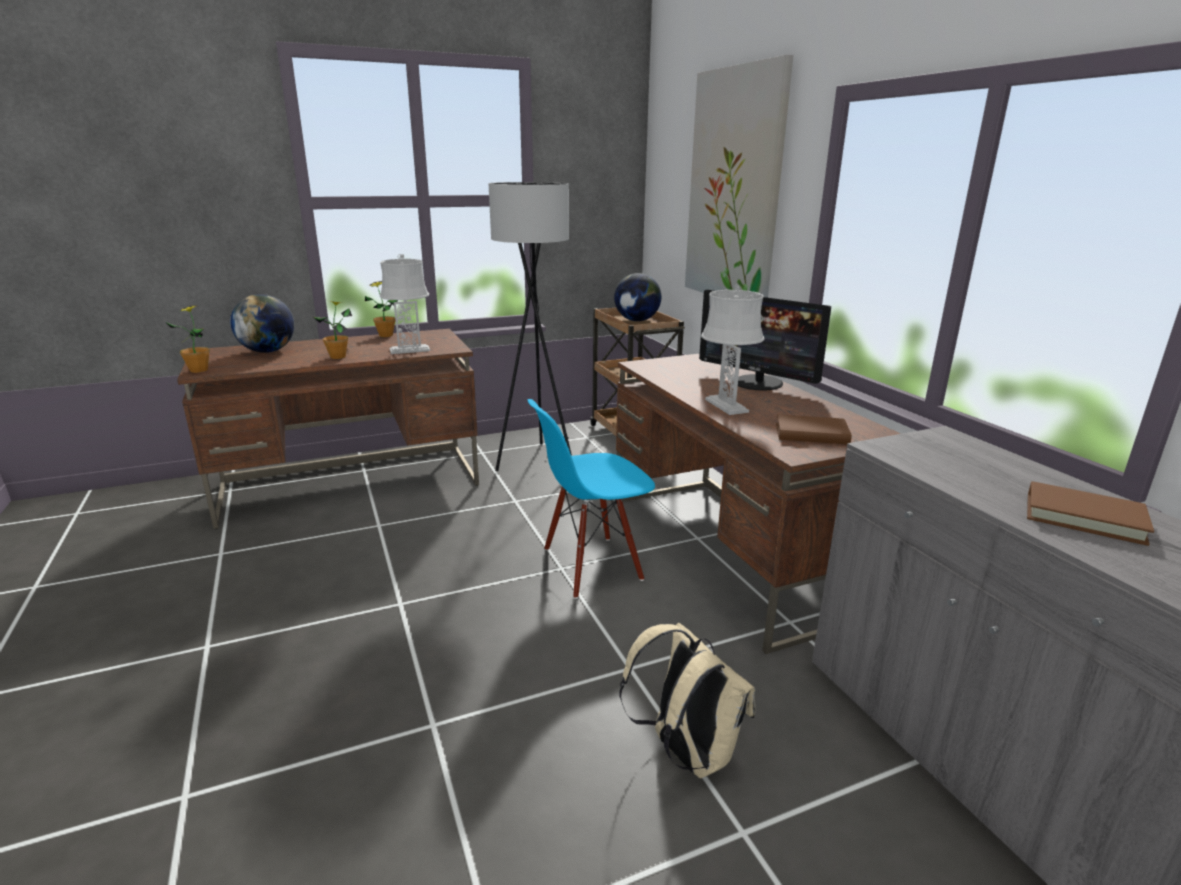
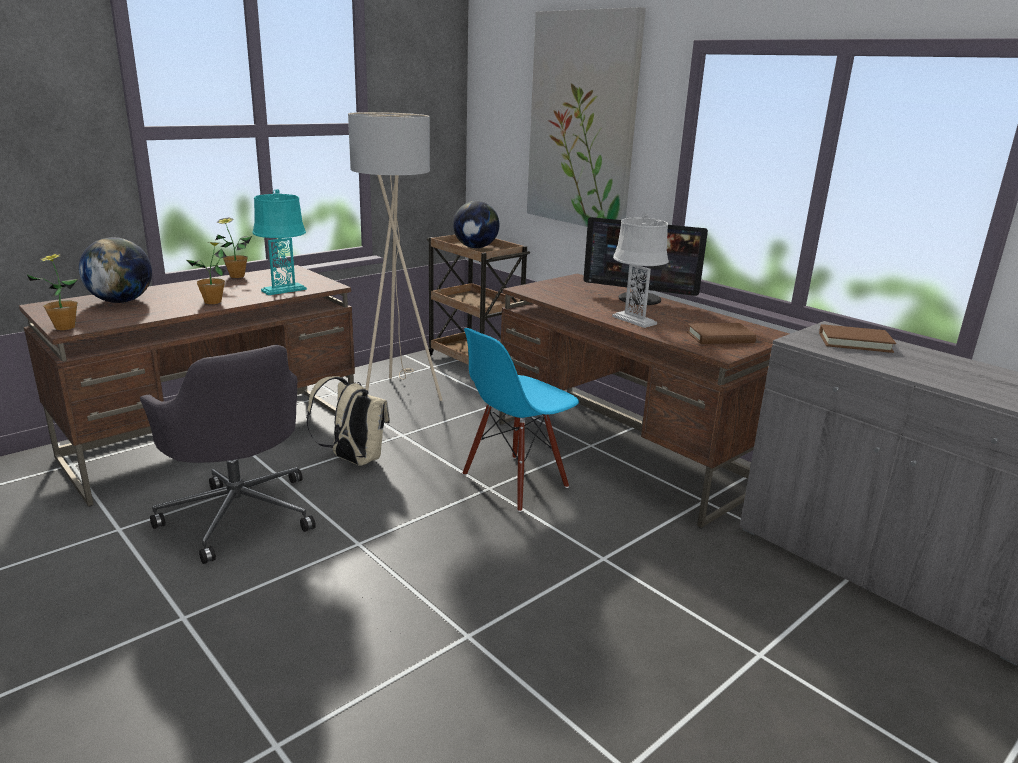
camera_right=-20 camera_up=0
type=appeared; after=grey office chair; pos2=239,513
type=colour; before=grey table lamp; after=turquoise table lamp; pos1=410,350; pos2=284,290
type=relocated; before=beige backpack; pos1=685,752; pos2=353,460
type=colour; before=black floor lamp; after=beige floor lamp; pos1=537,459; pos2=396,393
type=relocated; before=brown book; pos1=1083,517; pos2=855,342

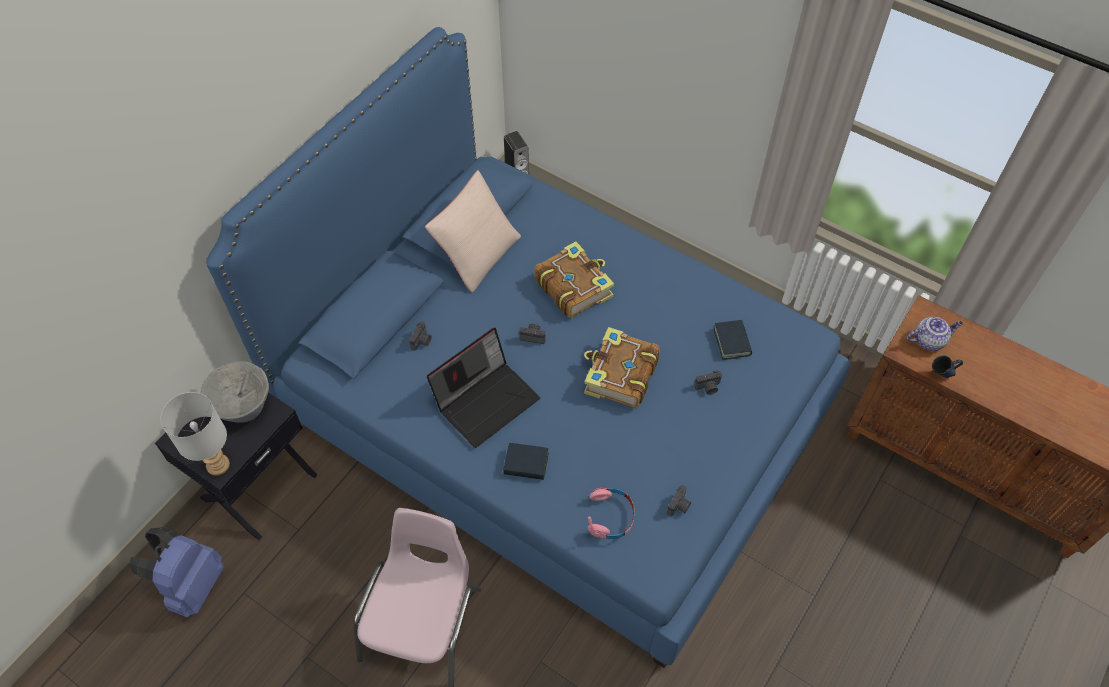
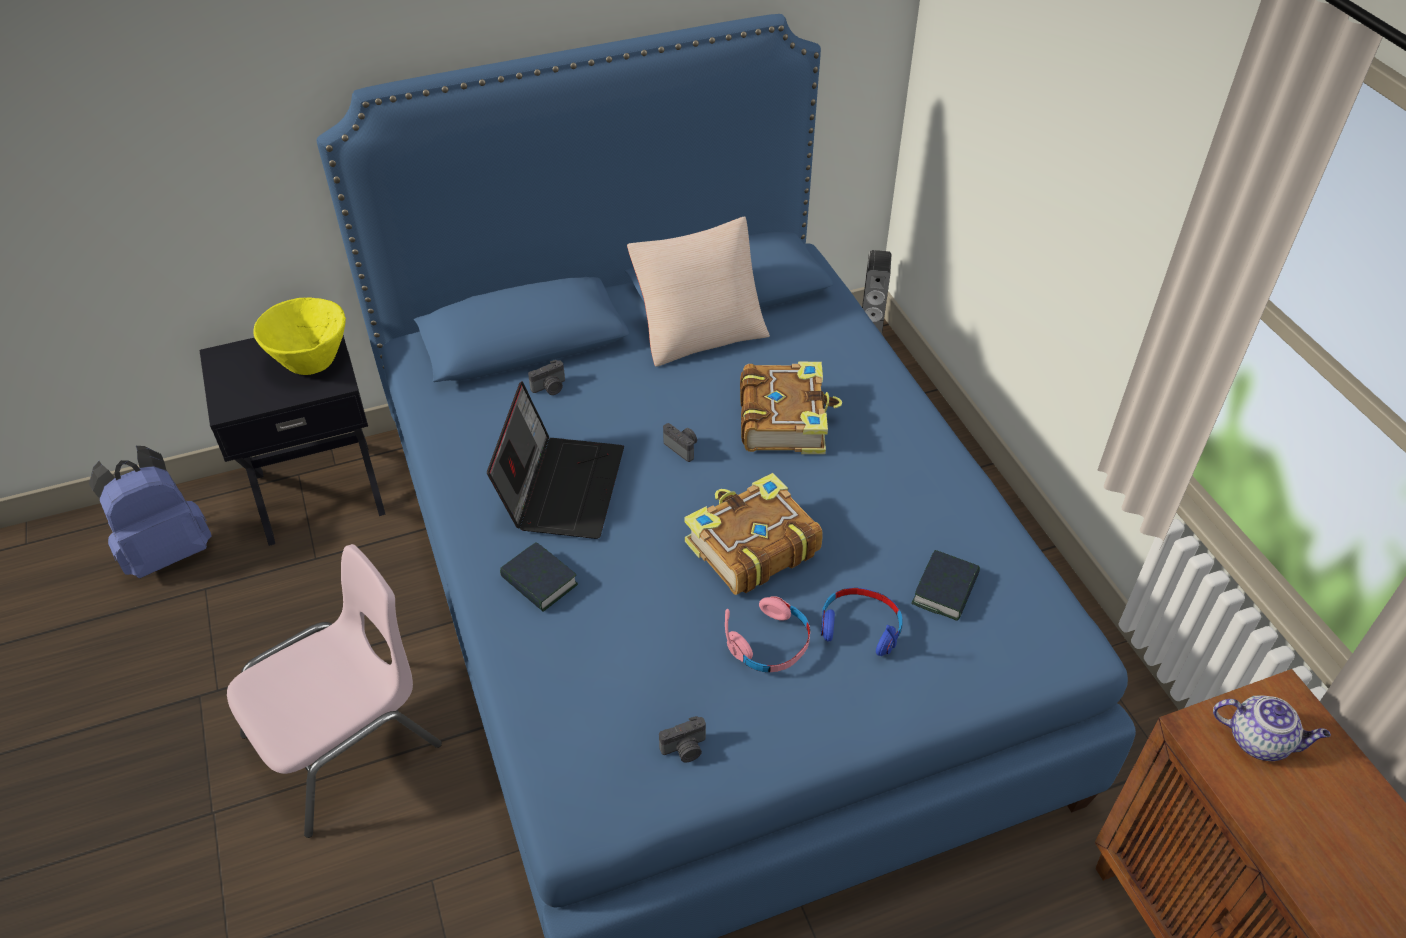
camera_right=35 camera_up=-10
type=colour; before=grey bowl; after=yellow bowl; pos1=244,408; pos2=311,361
type=spun; before=laptop; pos1=486,400; pos2=561,486; turn=-75
type=relocated; before=pink headphones; pos1=610,516; pos2=771,644
type=exchanged; before=photo camera; after=blue headphones; pos1=708,387; pos2=860,627
type=missing; before=grey table lamp; pos1=218,464
type=missing; before=blue mug; pos1=941,375

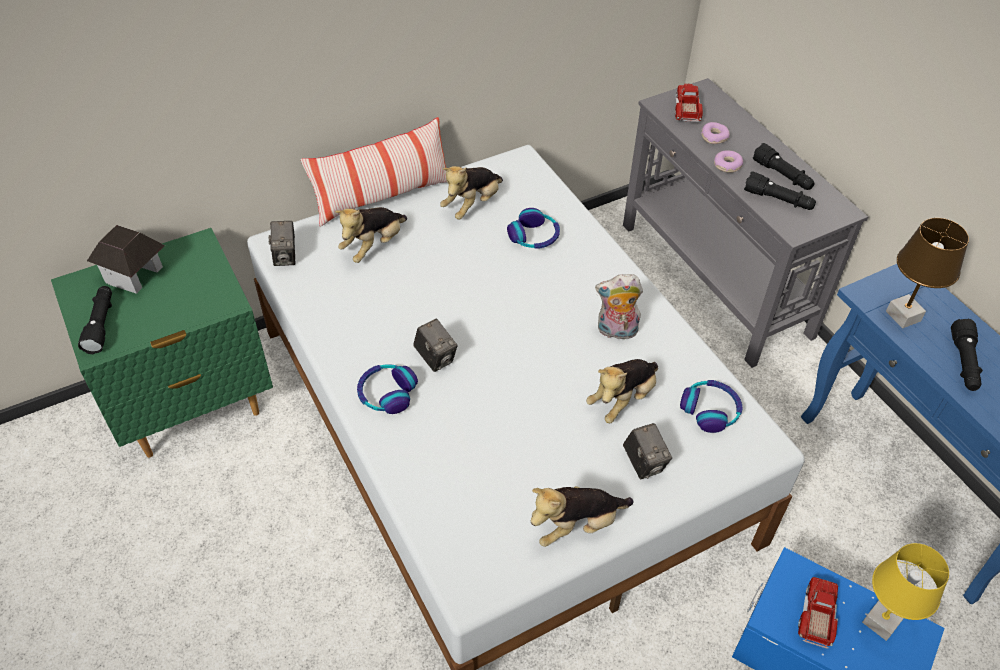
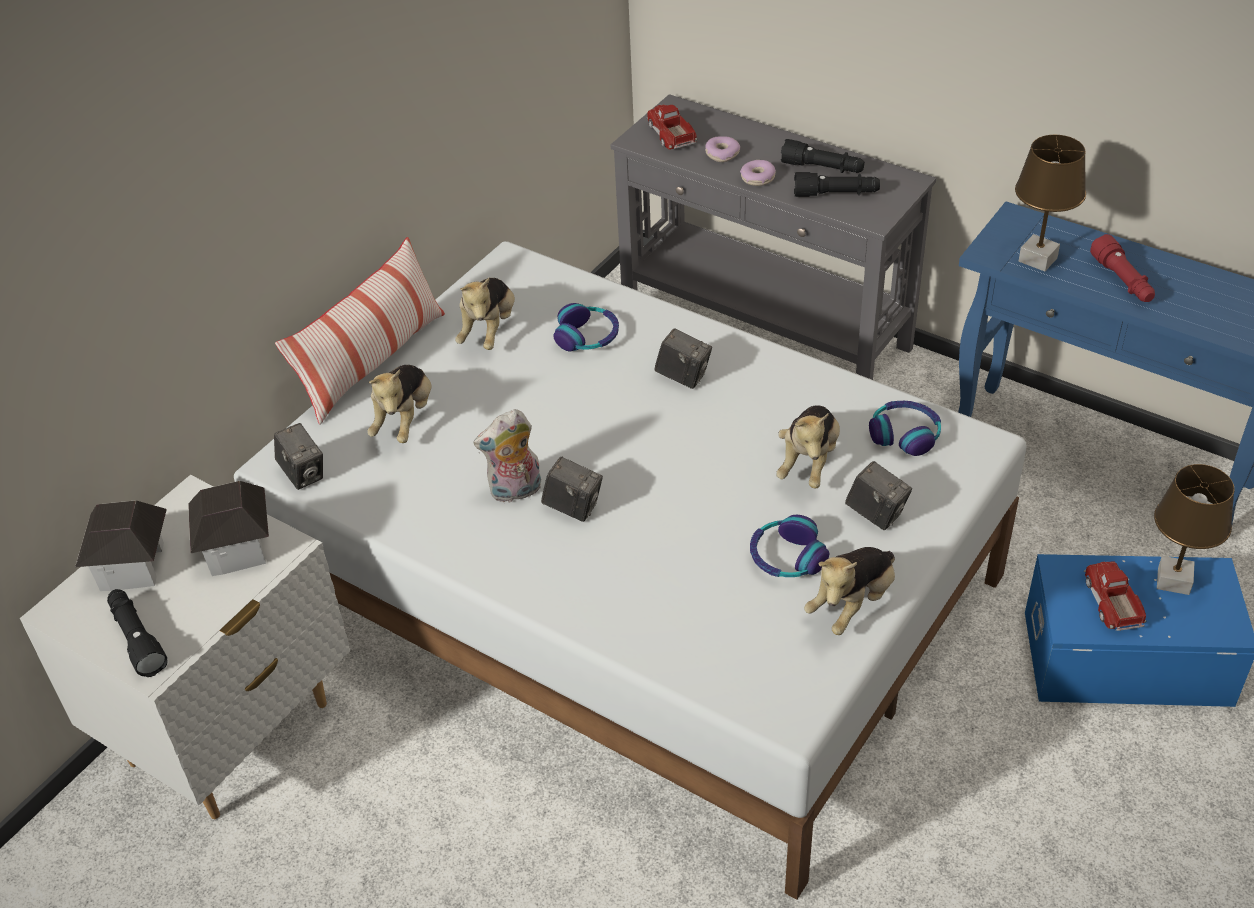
camera_right=-25 camera_up=-5
type=colour; before=green nightstand; after=white nightstand; pos1=193,406; pos2=231,734
type=appeared; after=toy house; pos2=237,549
type=relocated; before=plush toy; pos1=616,332; pos2=515,492
type=appeared; after=photo camera; pos2=683,376
type=relocated; before=headphones; pos1=387,393; pos2=787,557
type=colour; before=black flashlight; after=red flashlight; pos1=963,363; pos2=1122,281
type=colour; before=yellow table lamp; after=brown table lamp; pos1=881,623; pos2=1174,581

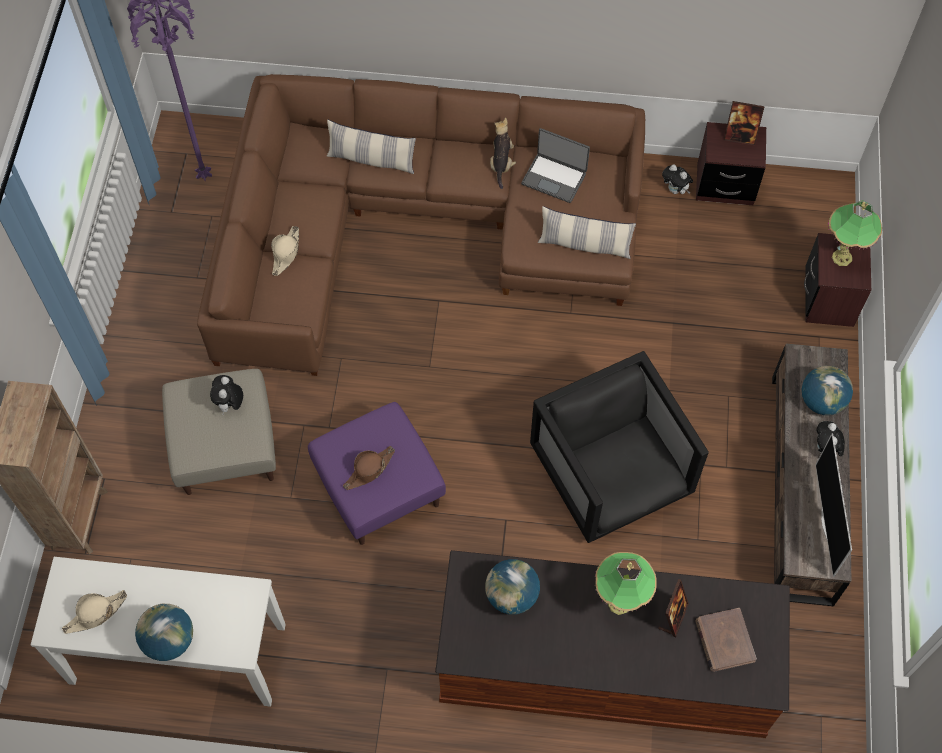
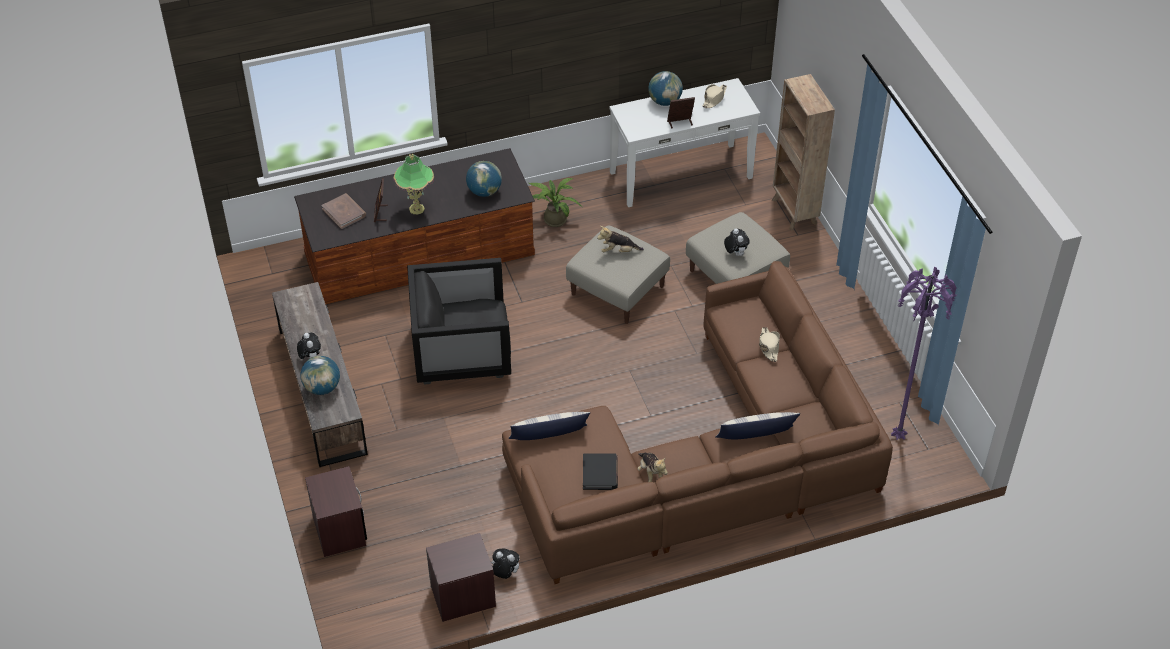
camera_right=155 camera_up=-15
type=spun; before=black armchair; pos1=611,474; pos2=462,351; turn=135
type=appeared; after=potted plant; pos2=553,218
type=colour; before=purple ottoman; after=beige ottoman; pos1=378,487; pos2=618,290
type=exchanged; before=laptop; after=black book; pos1=554,178; pos2=600,473
type=exchanged; before=brown hat; after=plush toy; pos1=369,470; pos2=618,251
type=relocated; before=picture frame; pos1=740,137; pos2=680,123
type=missing; before=television; pos1=827,523
type=missing; before=table lamp; pos1=841,258

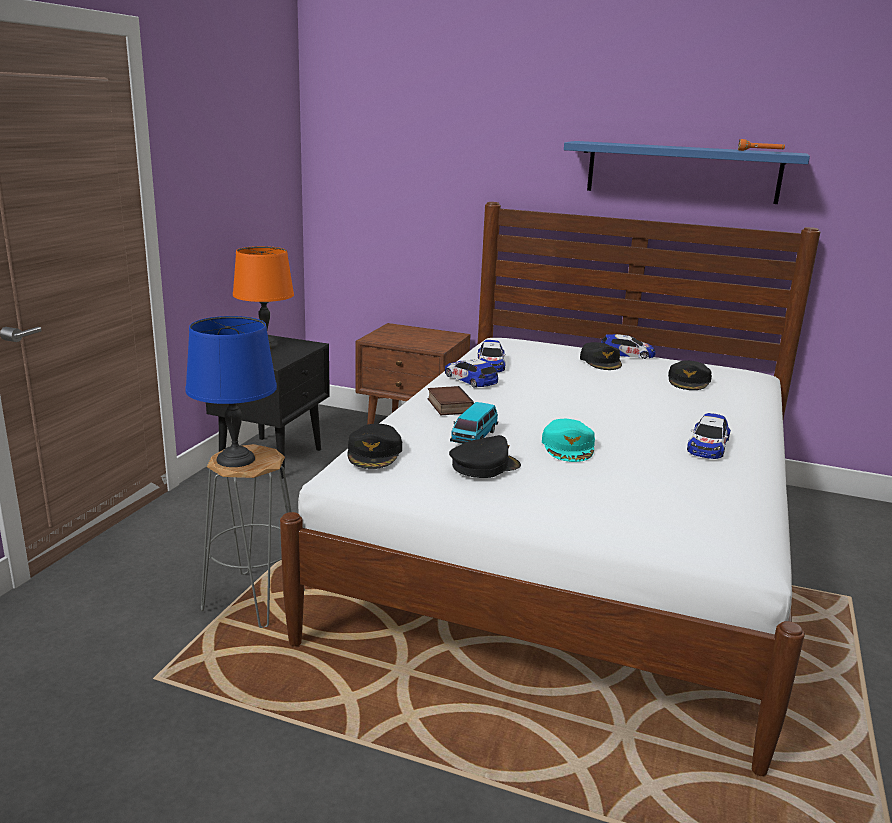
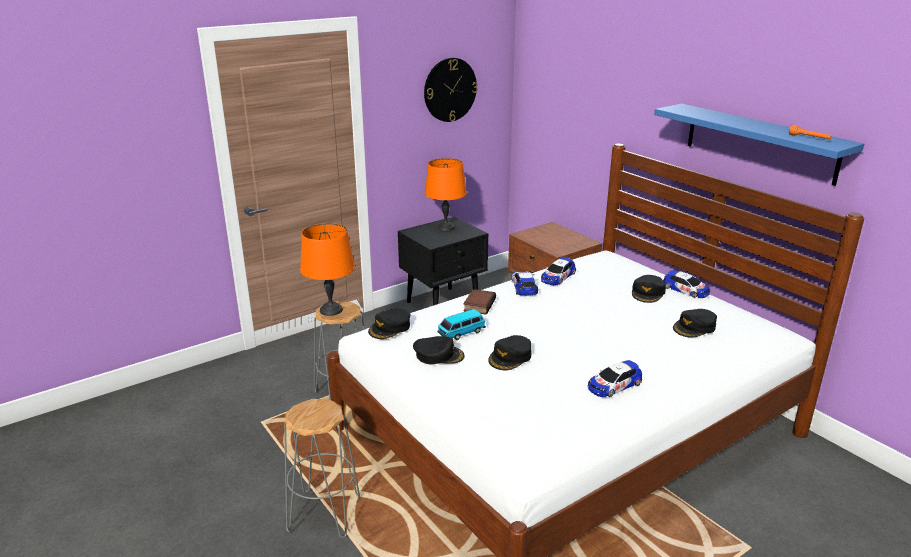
camera_right=35 camera_up=5
type=appeared; after=grey stool; pos2=324,513
type=colour; before=blue table lamp; after=orange table lamp; pos1=235,459; pos2=330,310
type=appeared; after=wall clock; pos2=450,90
type=colour; before=turquoise cap; after=black cap; pos1=568,447; pos2=510,357

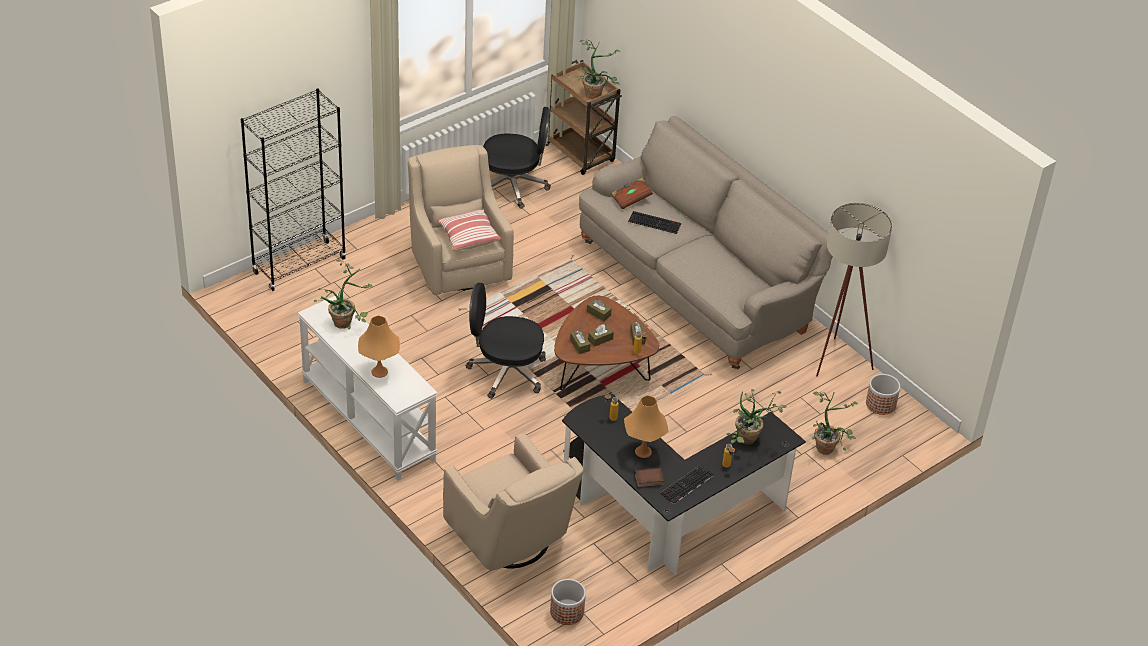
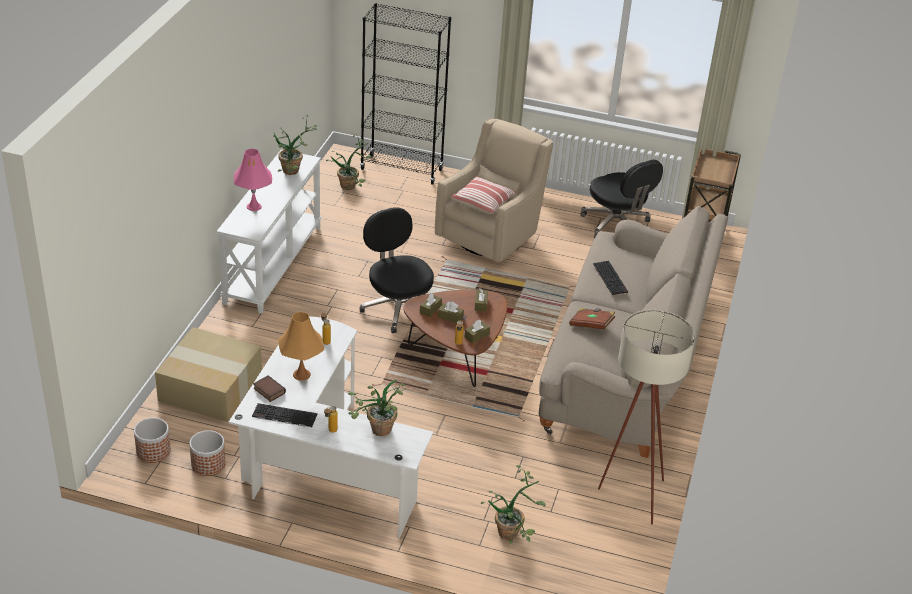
camera_right=55 camera_up=-5
type=exchanged; before=beige armchair; after=cardboard box; pos1=511,541; pos2=209,388
type=relocated; before=planter; pos1=880,404; pos2=208,464
type=colour; before=black desk; after=white desk; pos1=667,516; pos2=319,465
type=colour; before=orange table lamp; after=pink table lamp; pos1=379,371; pos2=254,206
type=relocated; before=potted plant; pos1=595,92; pos2=352,186
type=relocated; before=brown book; pos1=631,199; pos2=591,325

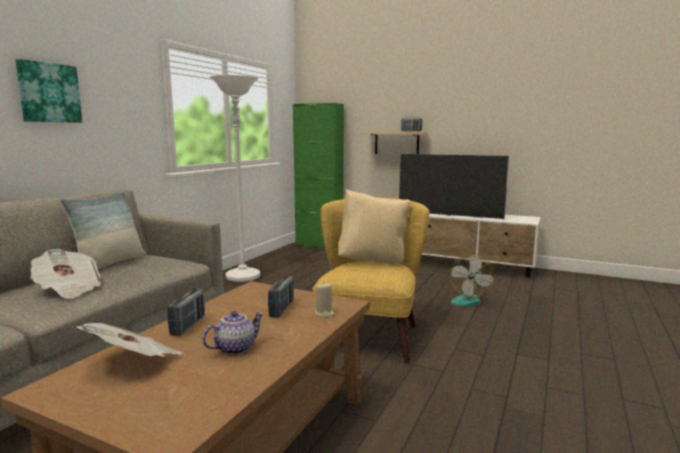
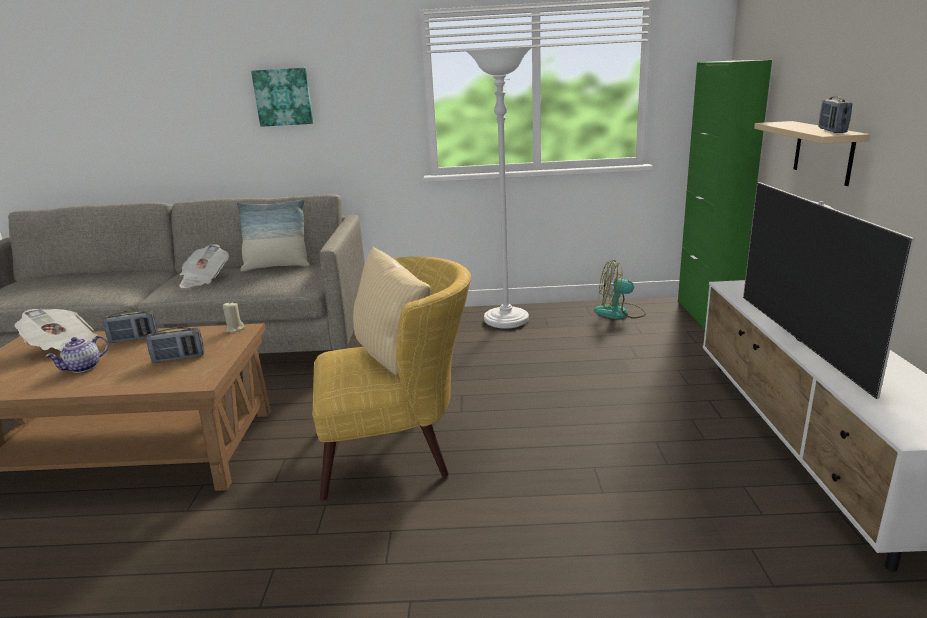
camera_right=65 camera_up=10
type=spun; before=teapot; pos1=235,348; pos2=83,368; turn=105
type=relocated; before=beige candle; pos1=324,313; pos2=234,329
type=relocated; before=fan; pos1=467,300; pos2=619,313

